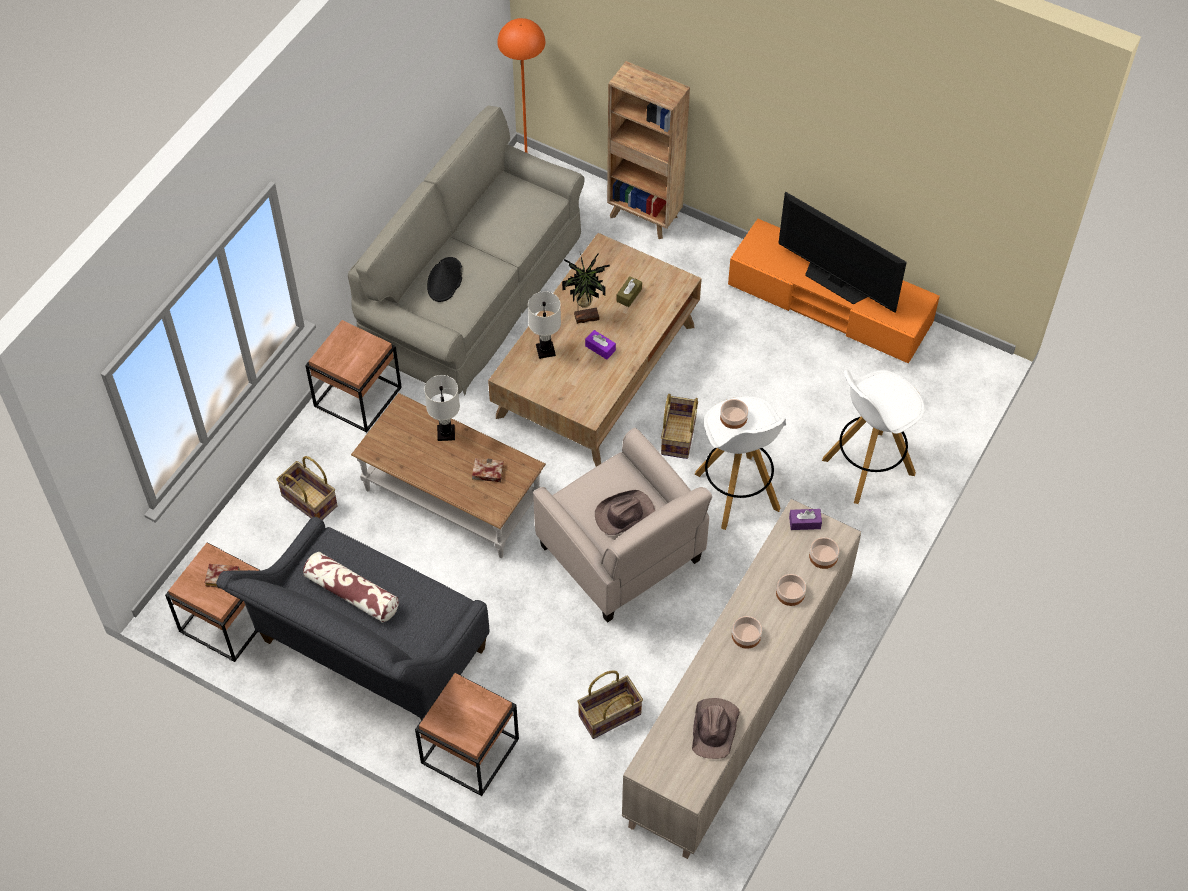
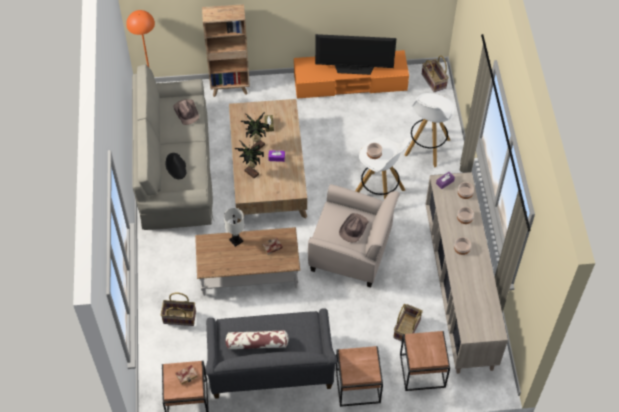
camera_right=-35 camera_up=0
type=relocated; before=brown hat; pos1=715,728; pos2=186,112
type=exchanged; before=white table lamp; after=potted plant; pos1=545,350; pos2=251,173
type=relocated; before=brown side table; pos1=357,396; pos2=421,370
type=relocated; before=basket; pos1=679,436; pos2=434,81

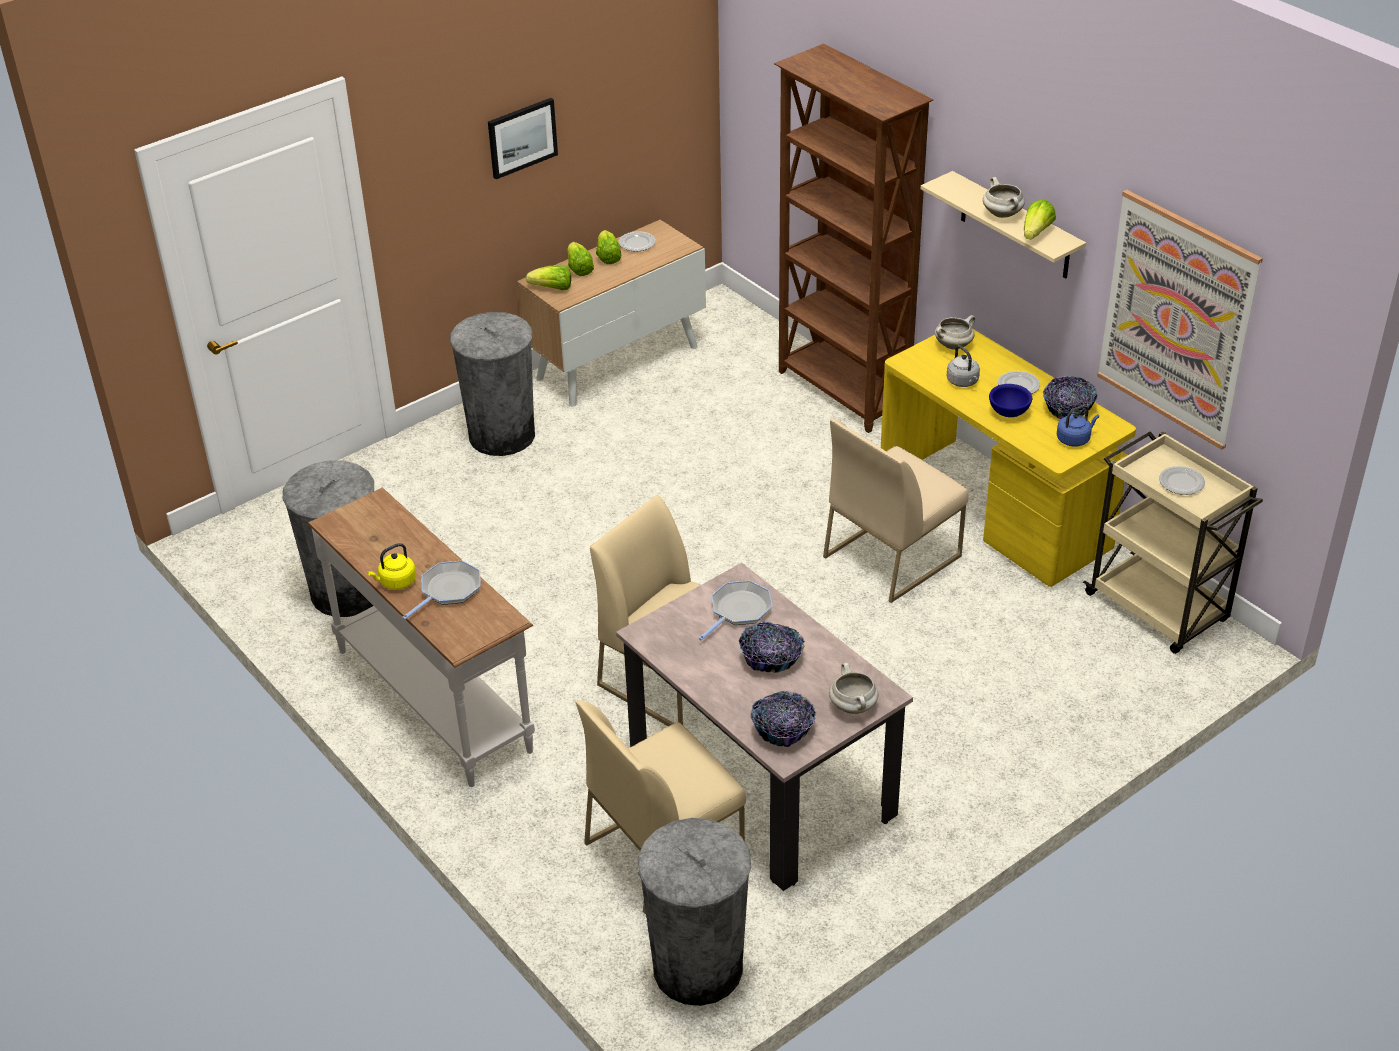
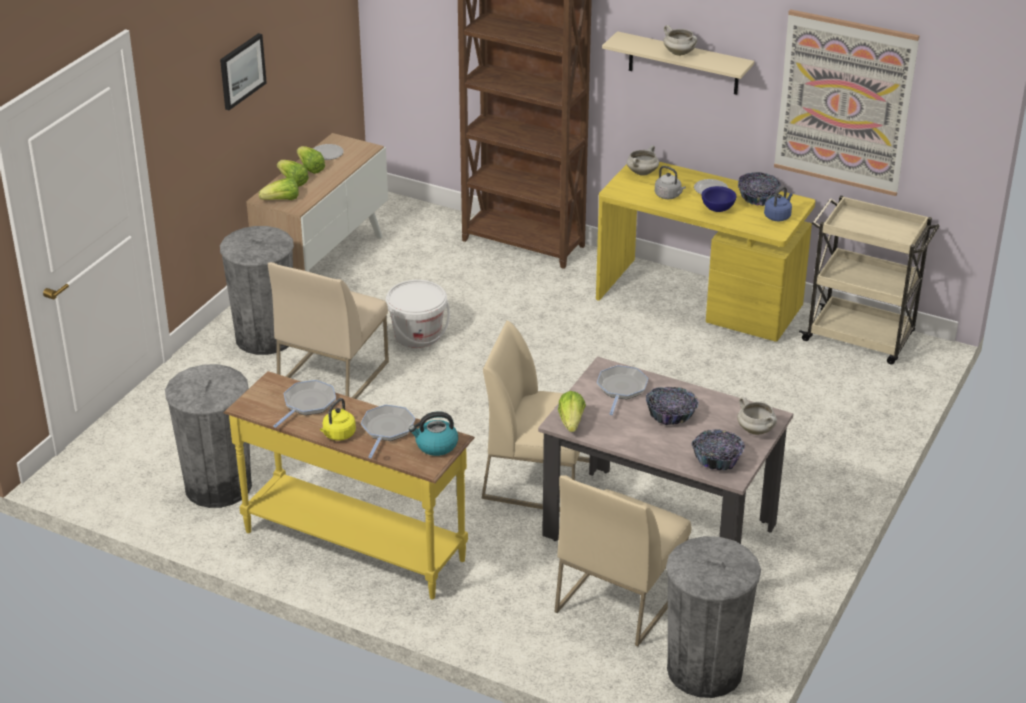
camera_right=-25 camera_up=-5
type=colour; before=white console table; after=yellow console table; pos1=436,699; pos2=355,544
type=relocated; before=beige chair; pos1=892,555; pos2=333,374
type=appeared; after=frying pan; pos2=307,404
type=appeared; after=white bucket; pos2=417,335
type=appeared; after=kettle; pos2=436,445
type=relocated; before=lettuce; pos1=1036,233; pos2=571,422
type=missing; before=plate; pos1=1181,483

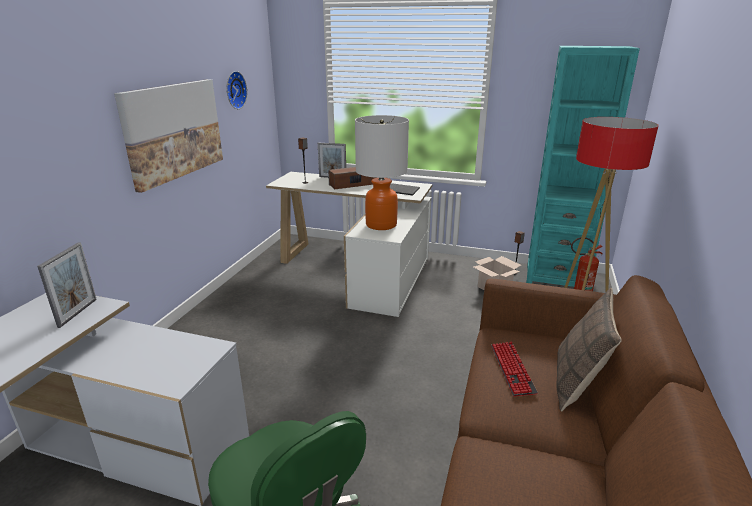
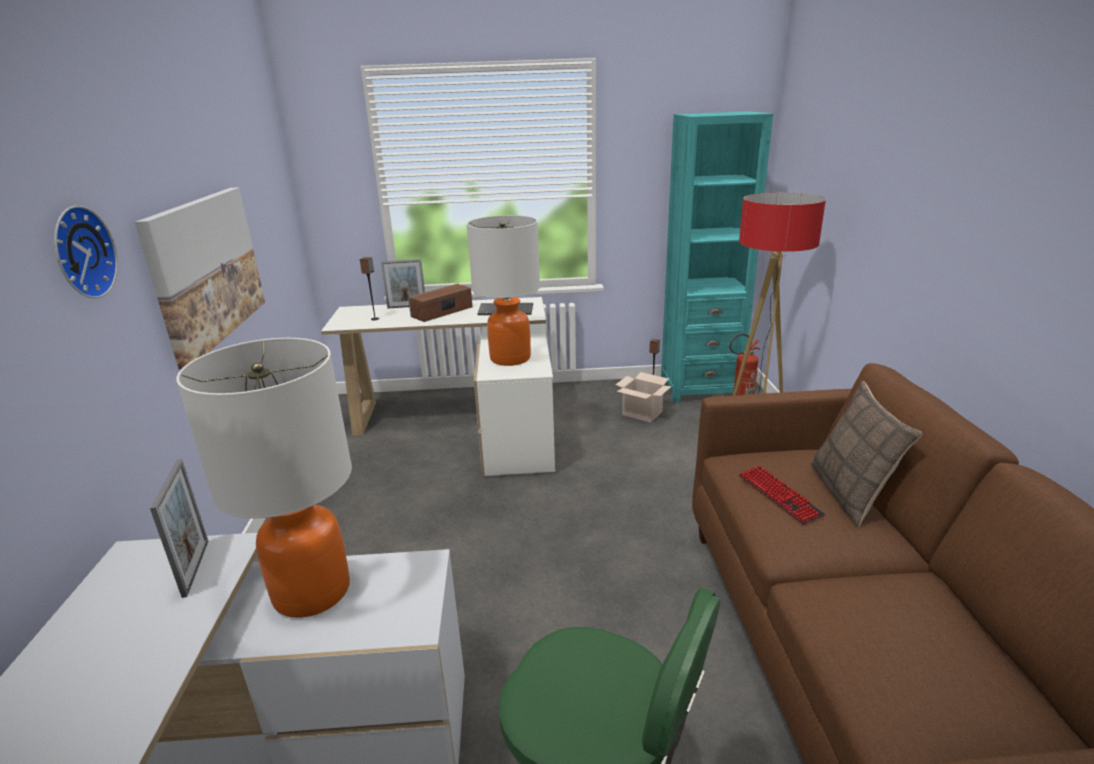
camera_right=-20 camera_up=0
type=relocated; before=wall clock; pos1=234,90; pos2=79,253
type=appeared; after=table lamp; pos2=311,591

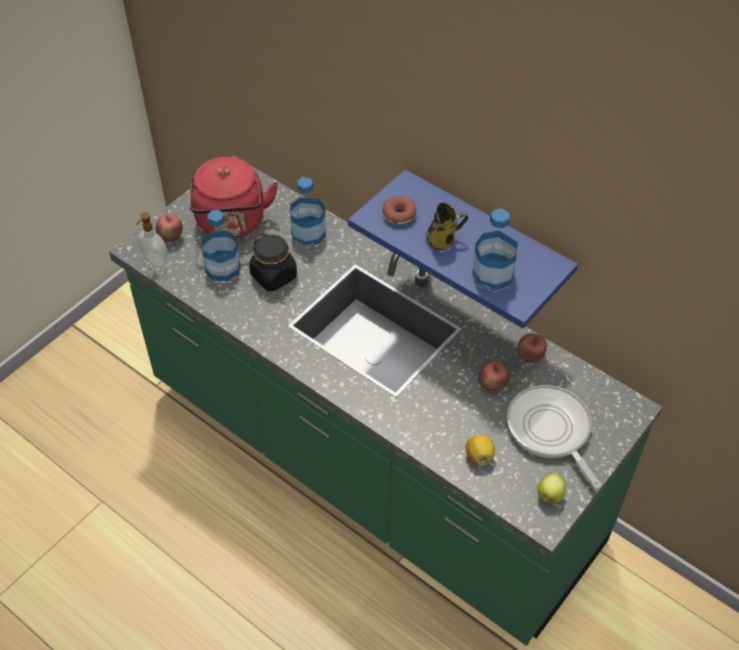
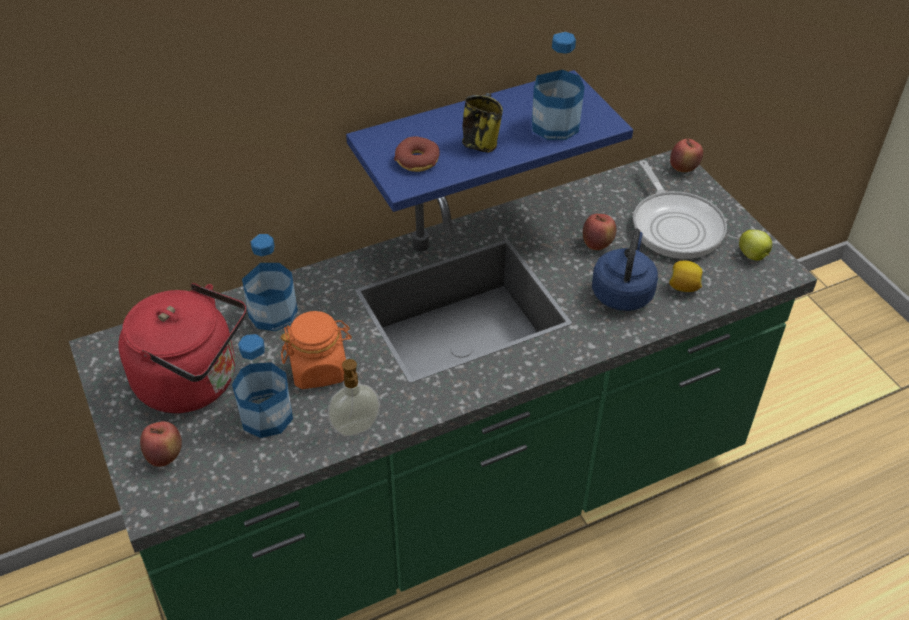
camera_right=-65 camera_up=-5
type=colour; before=black jar; after=orange jar; pos1=274,276; pos2=319,369
type=relocated; before=soap dispenser; pos1=154,261; pos2=356,428
type=appeared; after=blue kettle; pos2=622,292
type=spun; before=frying pan; pos1=550,431; pos2=675,226; turn=-105
type=relocated; before=apple; pos1=530,357; pos2=683,169

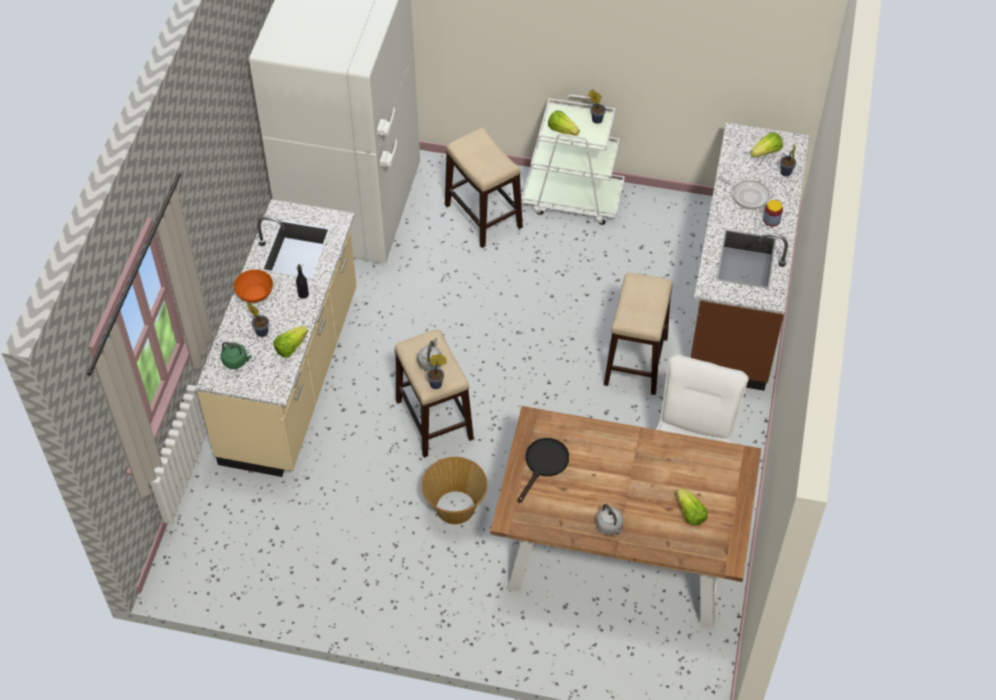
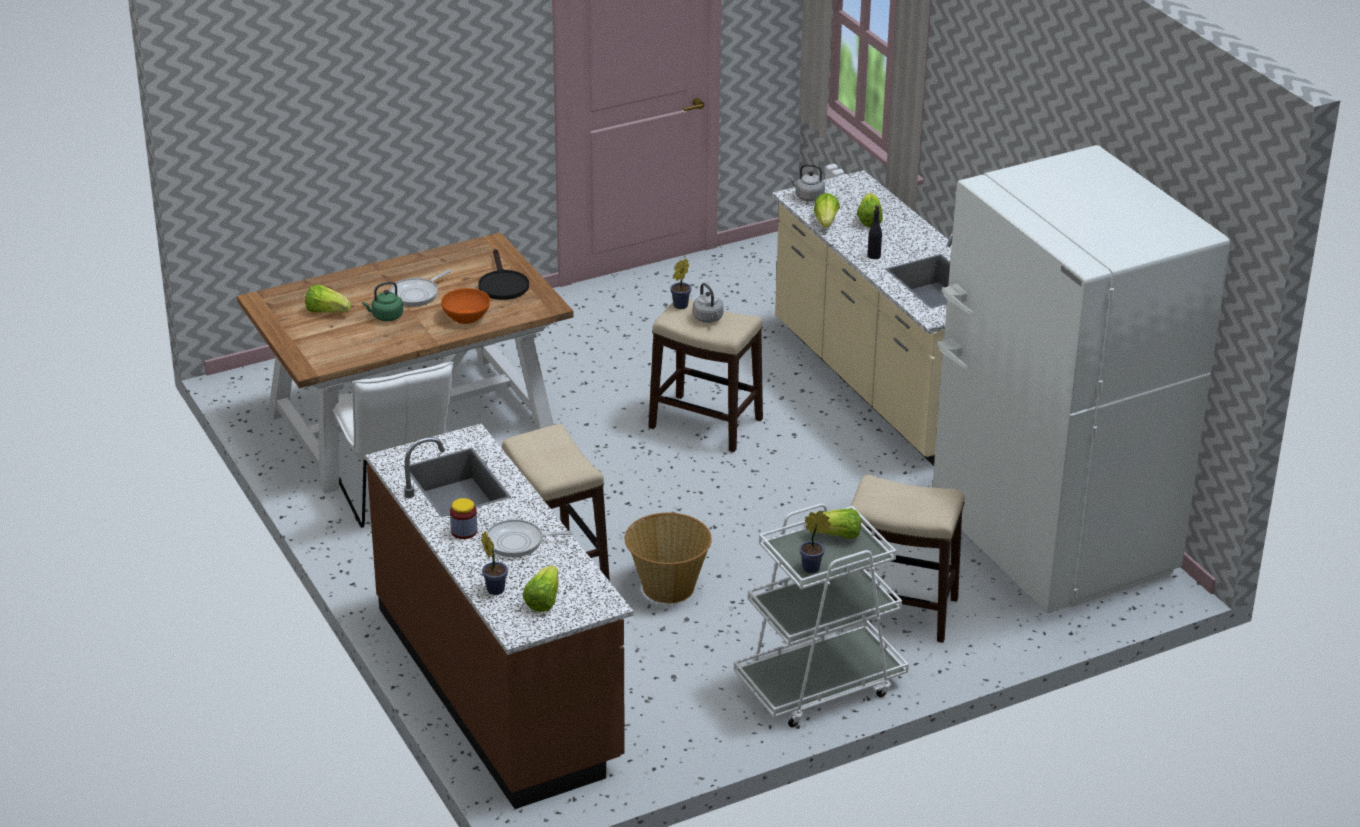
camera_right=140 camera_up=-20
type=relocated; before=green kettle; pos1=236,361; pos2=385,317
type=appeared; after=frying pan; pos2=417,294
type=relocated; before=orange bowl; pos1=254,294; pos2=466,316
type=relocated; before=basket; pos1=455,508; pos2=667,587
type=relocated; before=grey kettle; pos1=610,527; pos2=807,197
type=exchanged; before=potted plant; after=lettuce; pos1=261,331; pos2=869,220

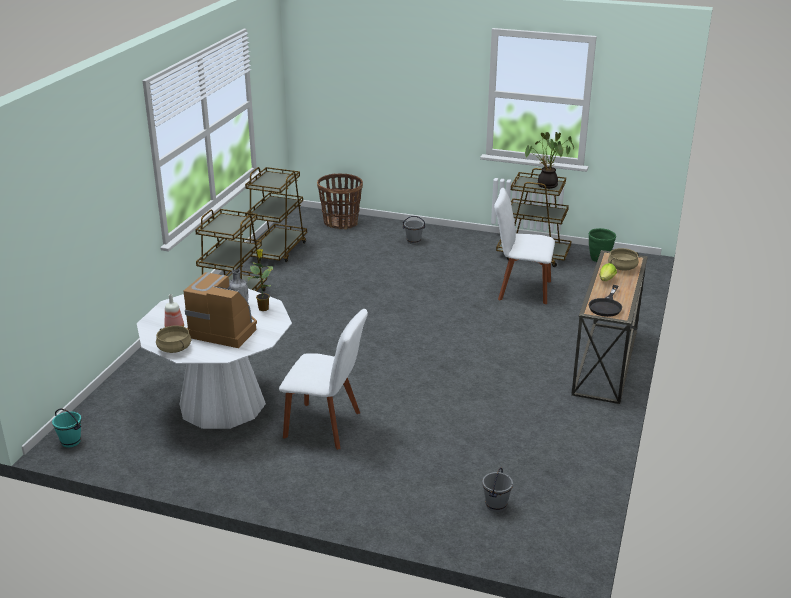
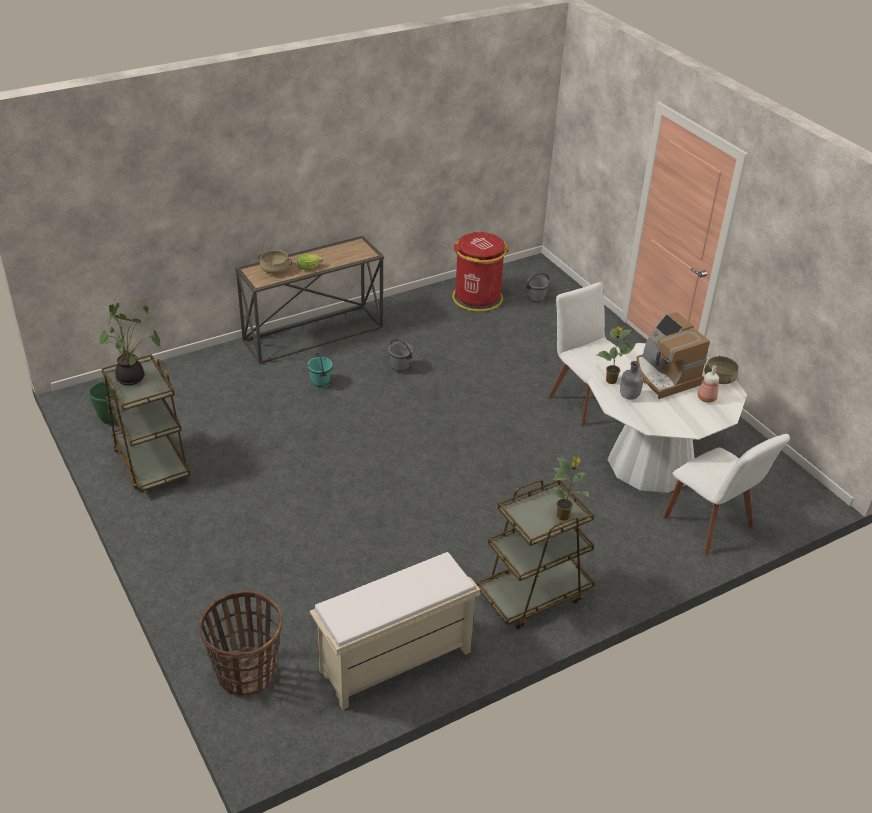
camera_right=-140 camera_up=10
type=relocated; before=turquoise bucket; pos1=70,442; pos2=321,384
type=exchanged; before=brown cart; after=beige bench; pos1=277,250; pos2=394,662
type=relocated; before=grey bucket; pos1=413,241; pos2=400,369
type=appeared; after=red trash can; pos2=477,298
type=appeared; after=potted plant; pos2=563,516
type=relocated; before=white chair; pos1=521,290; pos2=711,525
type=missing; before=black frying pan; pos1=606,306

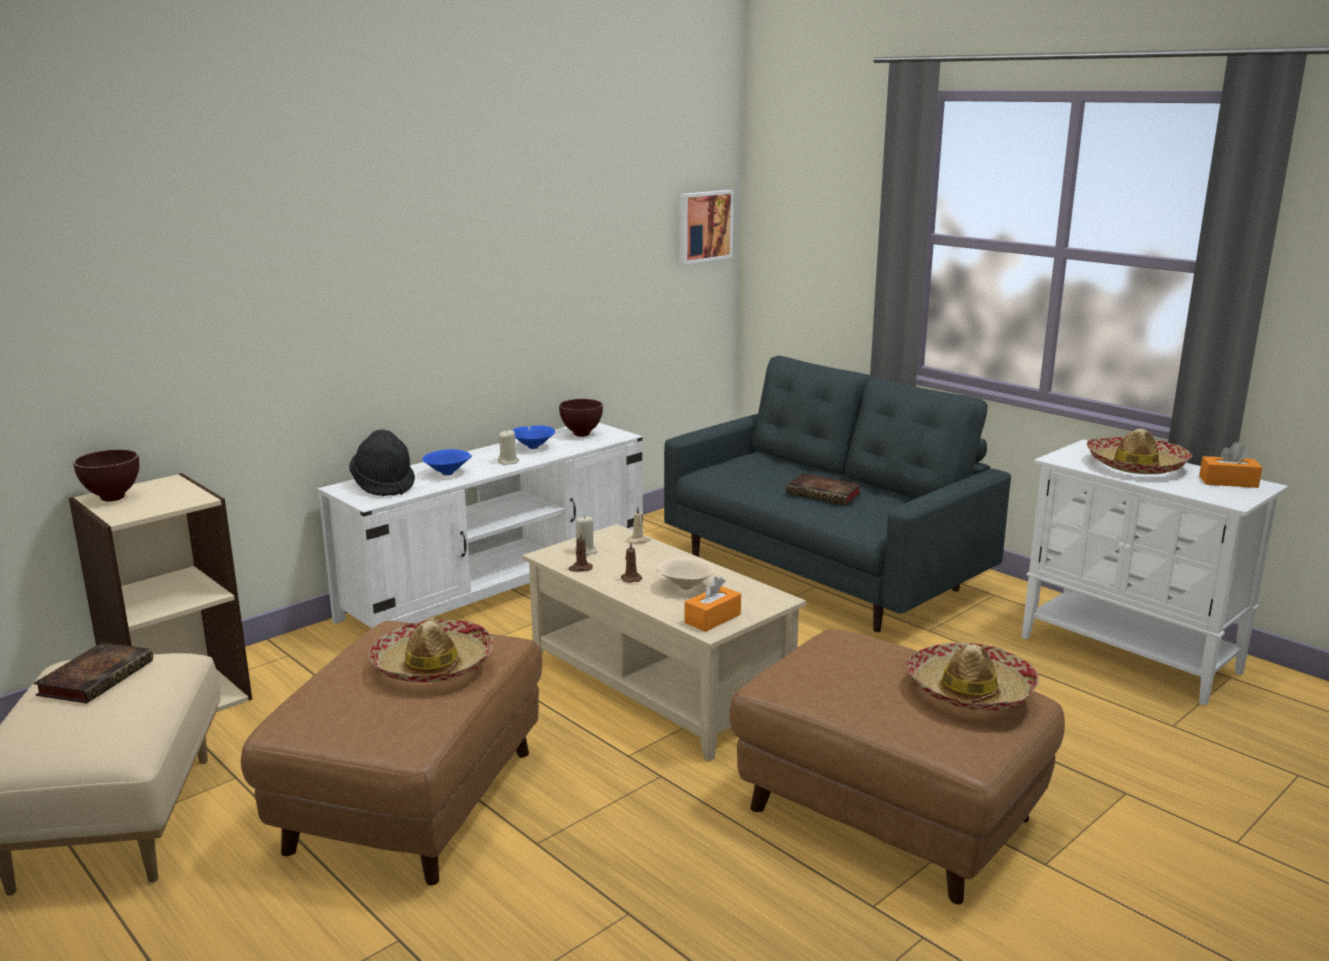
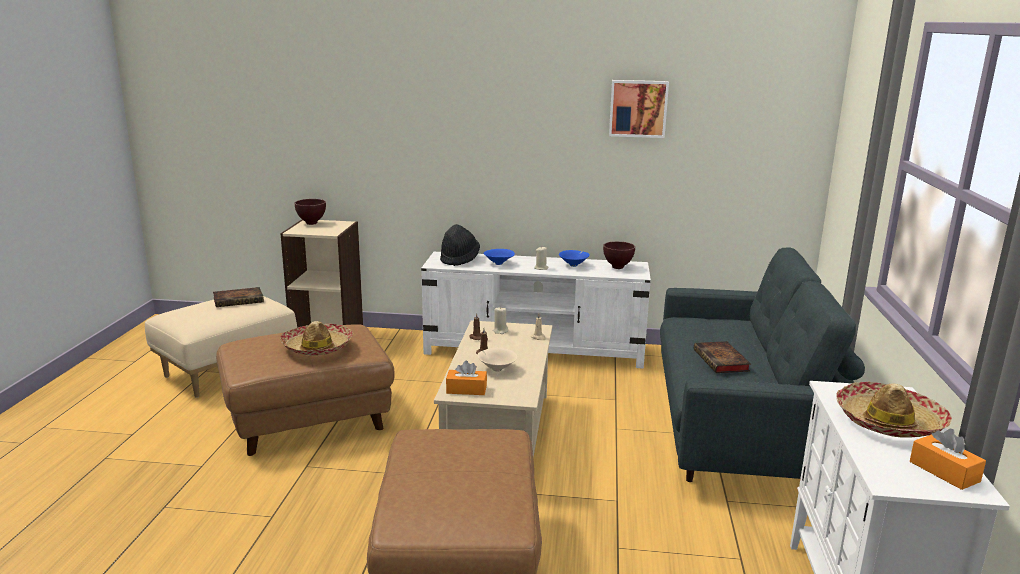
camera_right=50 camera_up=0
type=relocated; before=picture; pos1=703,226; pos2=638,108
type=missing; before=hat; pos1=970,690

